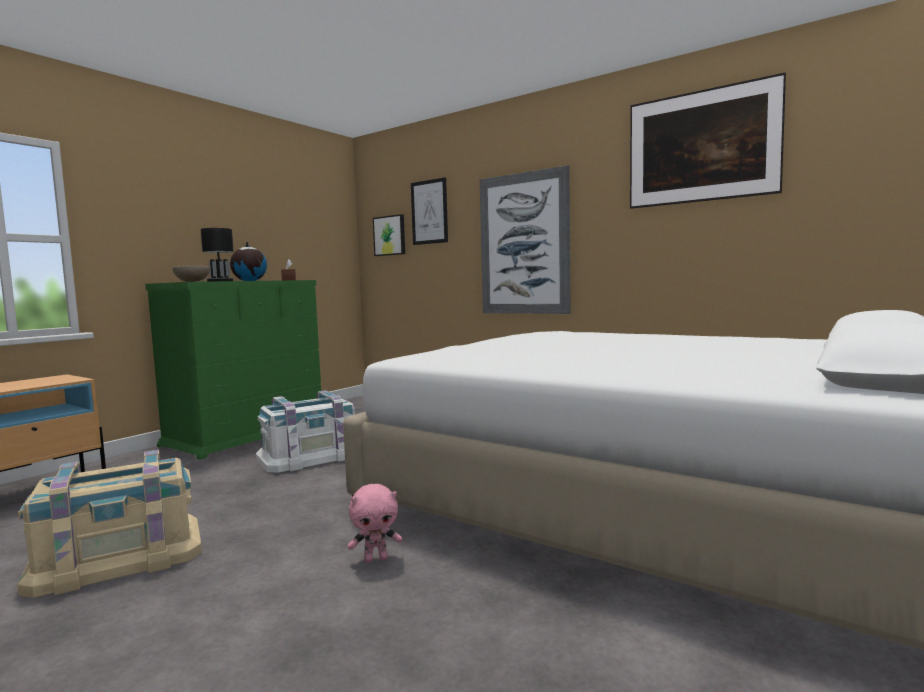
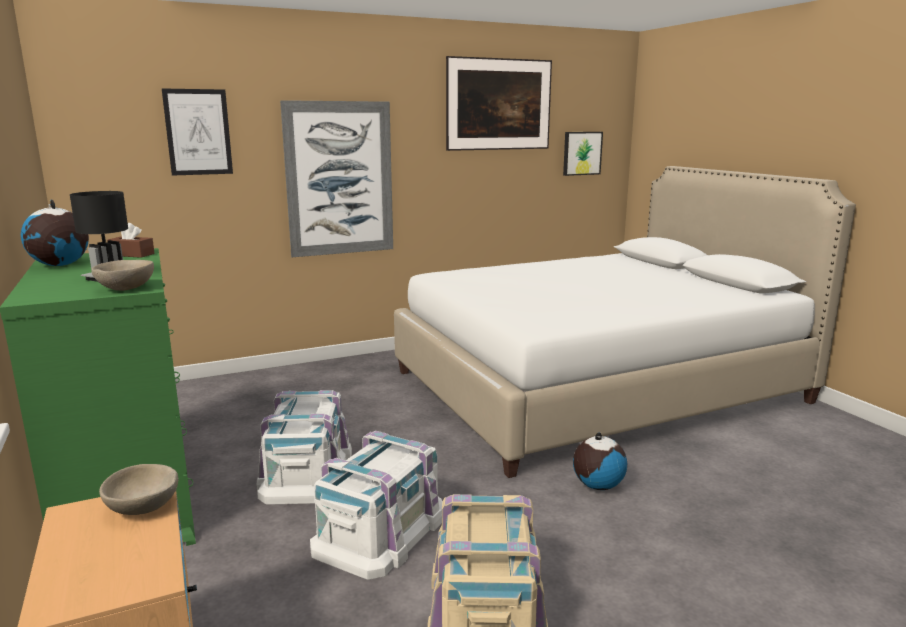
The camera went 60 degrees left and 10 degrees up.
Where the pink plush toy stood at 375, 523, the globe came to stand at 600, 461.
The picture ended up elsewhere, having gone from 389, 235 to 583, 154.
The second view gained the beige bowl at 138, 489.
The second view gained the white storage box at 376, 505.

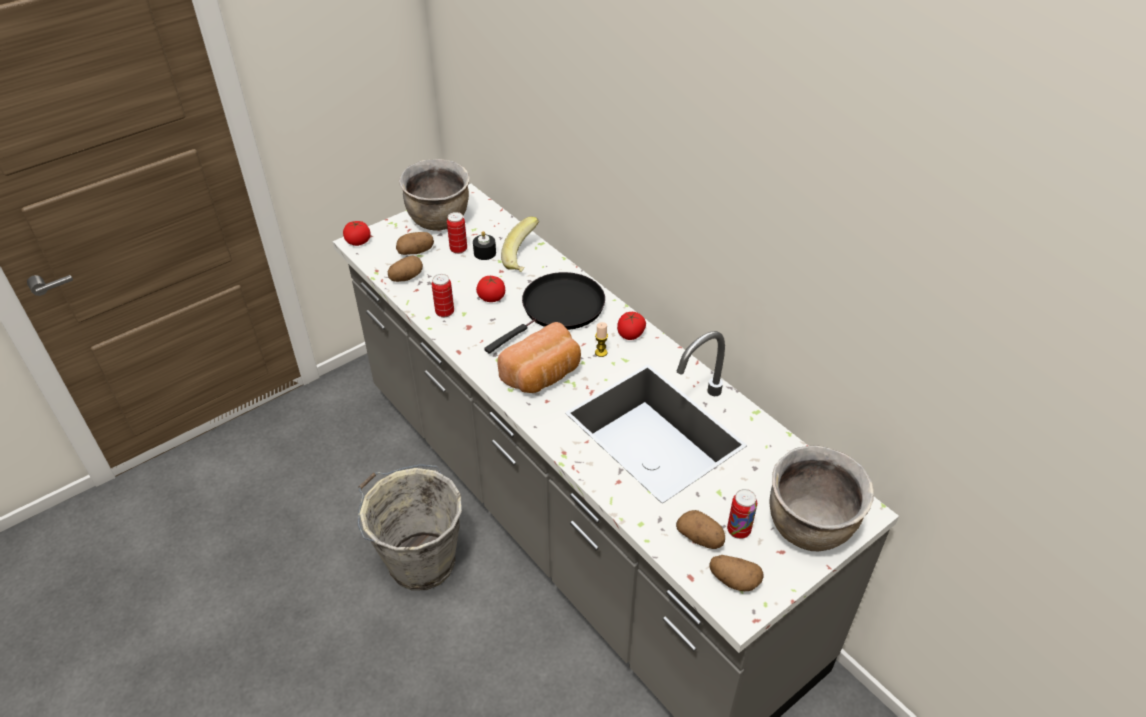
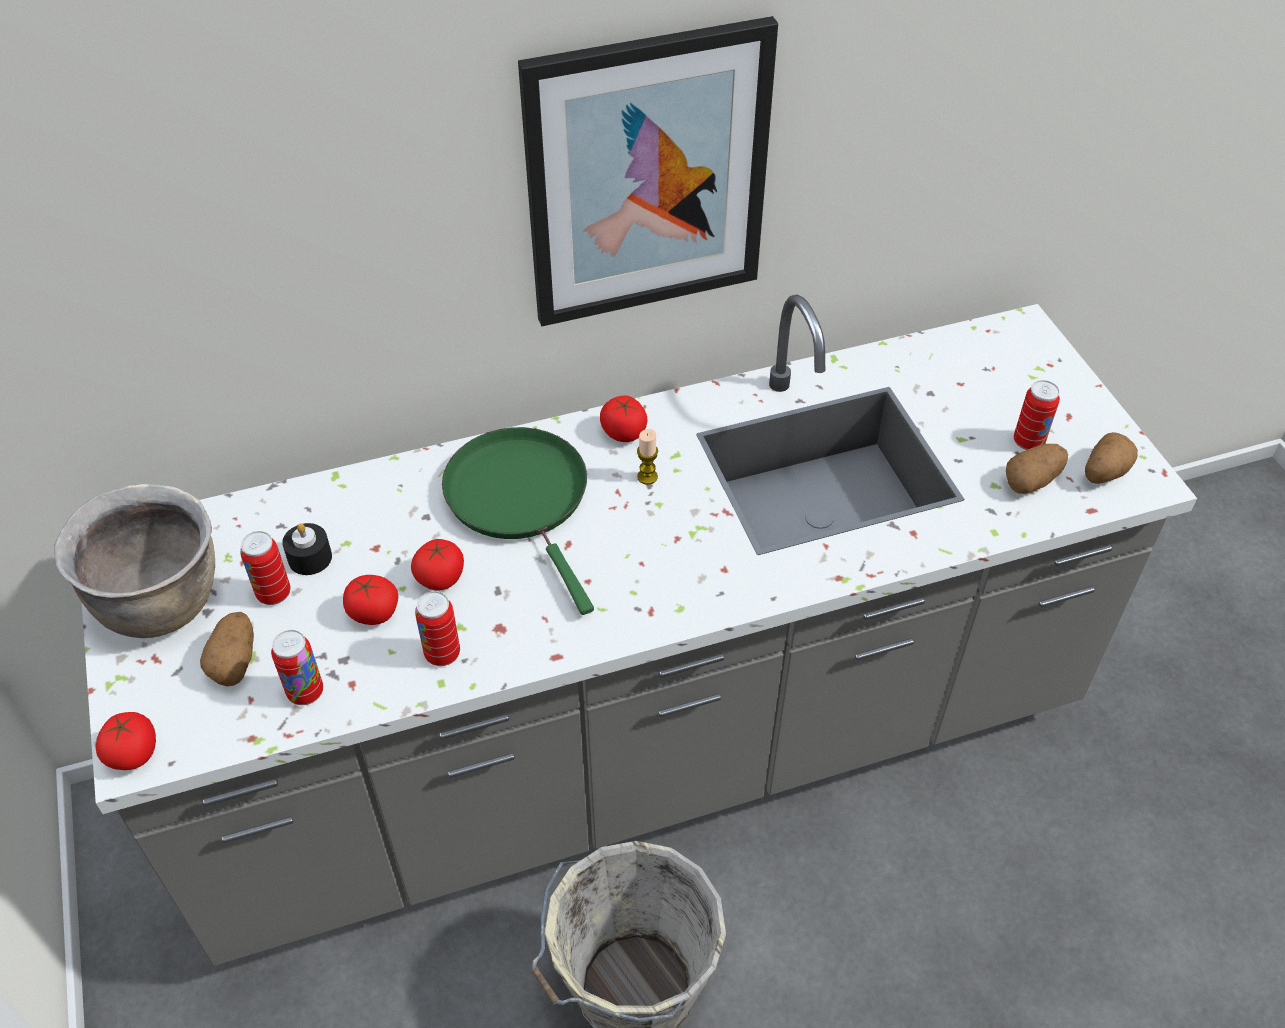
The camera went 70 degrees left and 5 degrees up.
Where the potato stood at 405, 268, the can came to stand at 297, 667.
What was the black frying pan at 544, 313 turned into the green frying pan at 518, 521.
The second view lost the bread at 539, 357.
The second view lost the banana at 520, 244.
The second view lost the brown cooking pot at 821, 498.
The second view gained the tomato at 370, 600.
The second view gained the picture at 648, 171.

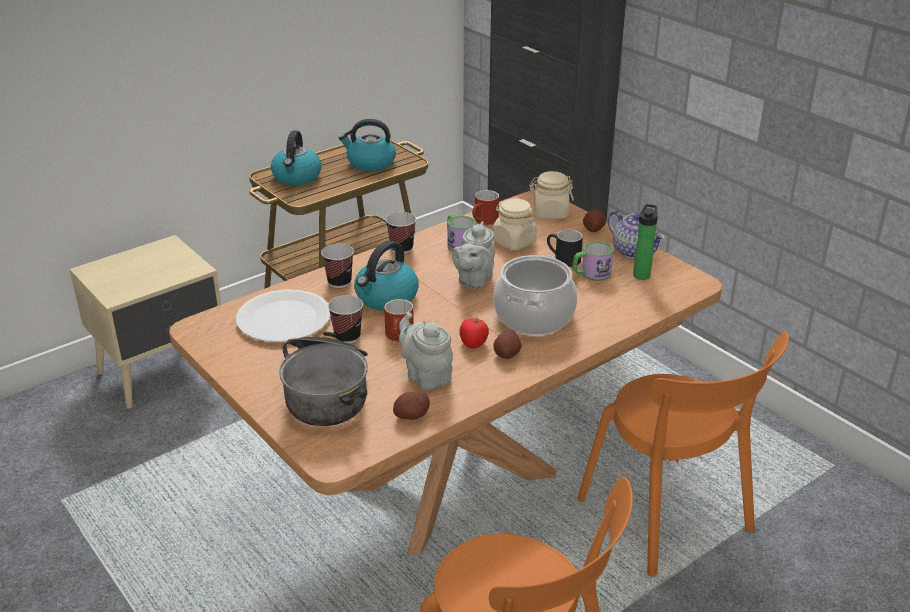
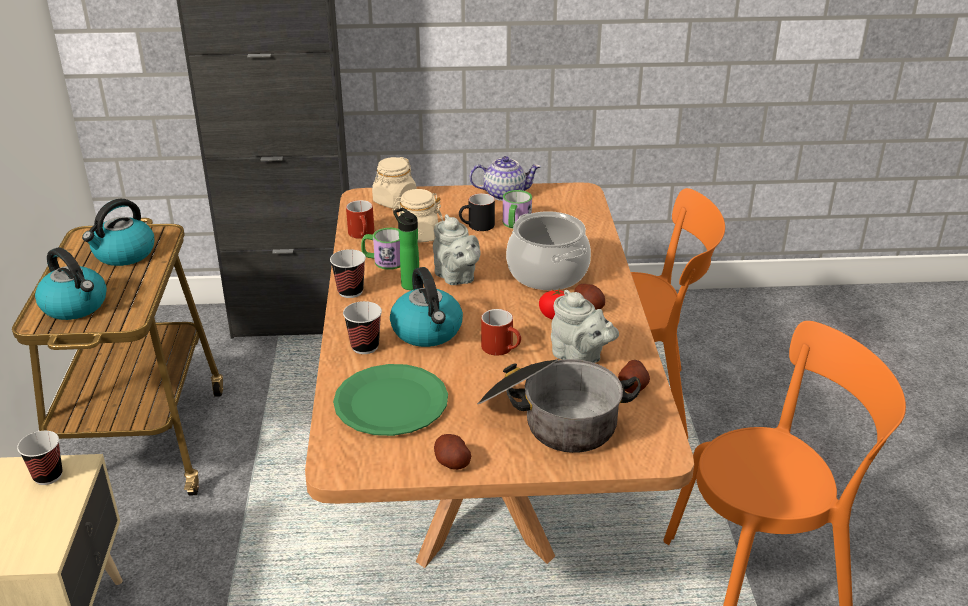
The camera went 55 degrees left and 0 degrees up.
What was the white plate at 283, 315 turned into the green plate at 390, 400.
The cup ended up elsewhere, having gone from 345, 319 to 40, 458.
The grey teapot at 426, 351 ended up facing another way, 135 degrees counterclockwise from before.
The potato ended up elsewhere, having gone from 594, 220 to 452, 452.
The bottle ended up elsewhere, having gone from 645, 242 to 406, 249.

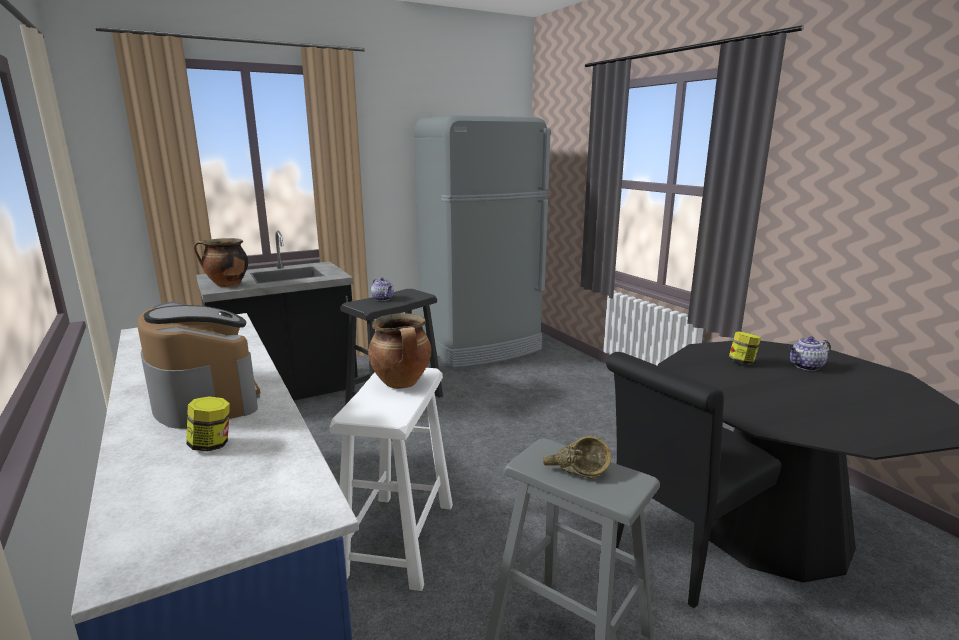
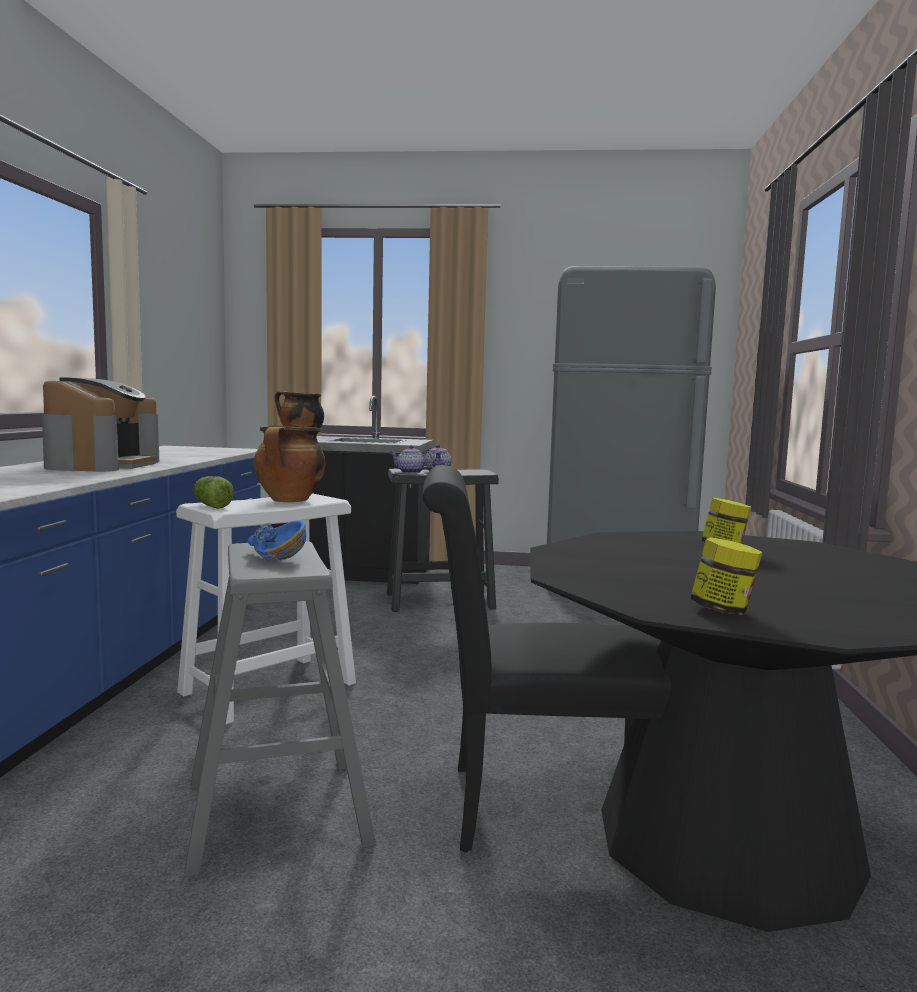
The camera went 35 degrees right and 10 degrees down.
The jar ended up elsewhere, having gone from 208, 424 to 726, 576.
What was the brown bowl at 577, 457 turned into the blue bowl at 277, 541.
The teapot ended up elsewhere, having gone from 809, 353 to 411, 459.
The second view gained the lettuce at 214, 492.

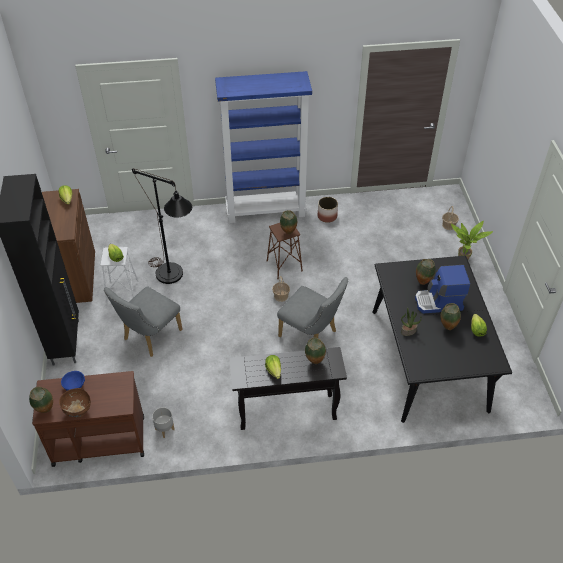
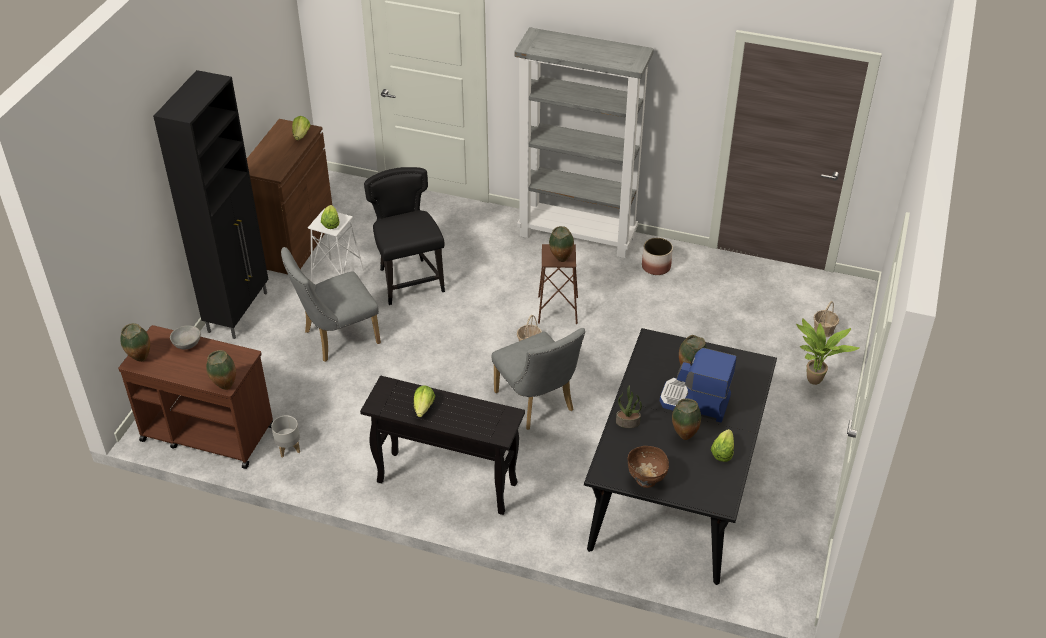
The camera went 25 degrees right and 5 degrees down.
The brown bowl ended up elsewhere, having gone from 75, 403 to 648, 467.
What was the blue bowl at 73, 381 turned into the grey bowl at 185, 337.
Where the black floor lamp stood at 162, 226, the black chair came to stand at 404, 236.
What was the blue bookcase at 263, 147 turned into the grey bookcase at 584, 142.
The vase ended up elsewhere, having gone from 315, 351 to 221, 370.

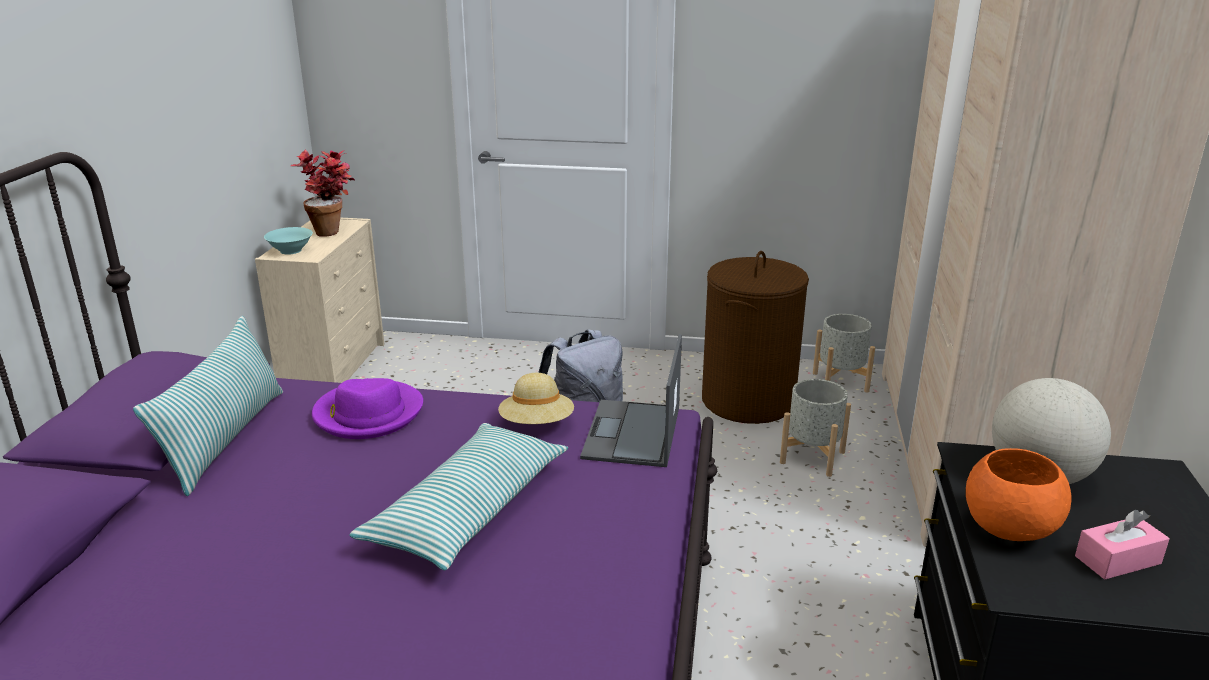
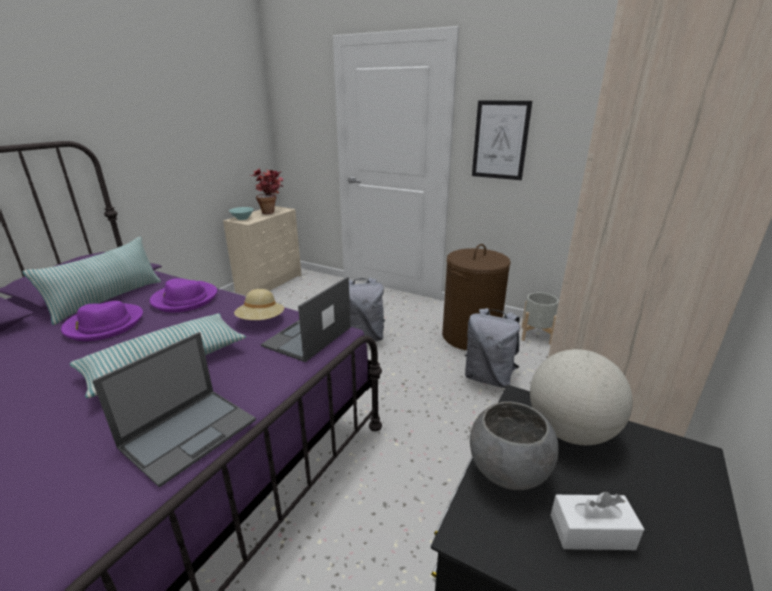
The camera went 20 degrees right and 0 degrees up.
Where the grey planter stood at 815, 428, the grey backpack came to stand at 492, 348.
What was the orange bowl at 1019, 494 turned into the grey bowl at 514, 446.
What was the pink tissue box at 1122, 545 turned into the white tissue box at 597, 521.
The second view gained the purple hat at 102, 321.
The second view gained the laptop at 174, 410.
The second view gained the picture at 502, 140.

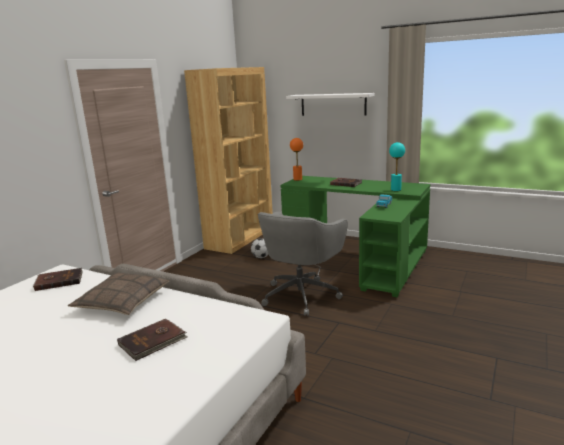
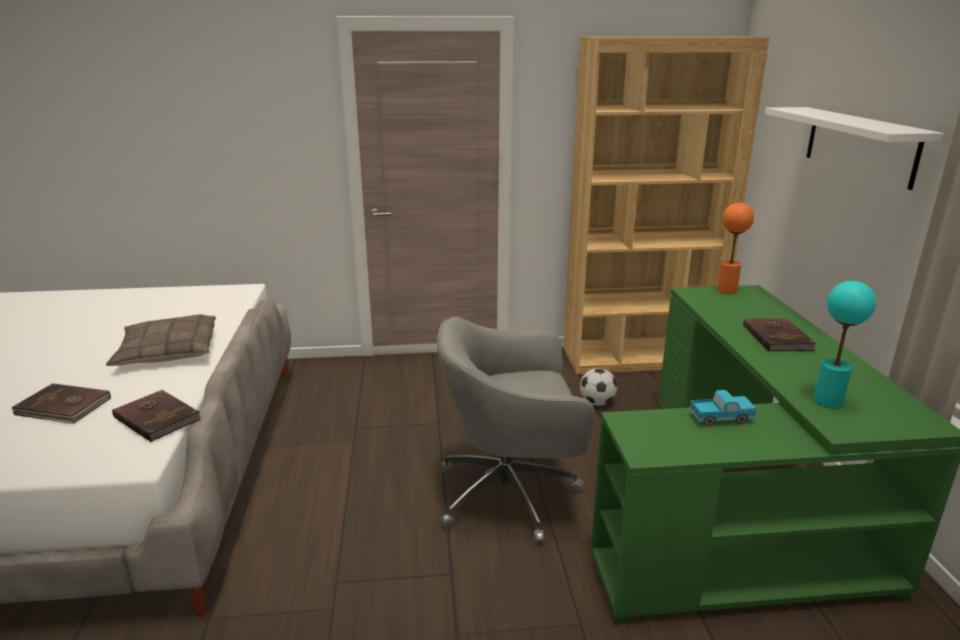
The camera went 55 degrees right and 5 degrees up.
The brown book ended up elsewhere, having gone from 58, 279 to 156, 416.

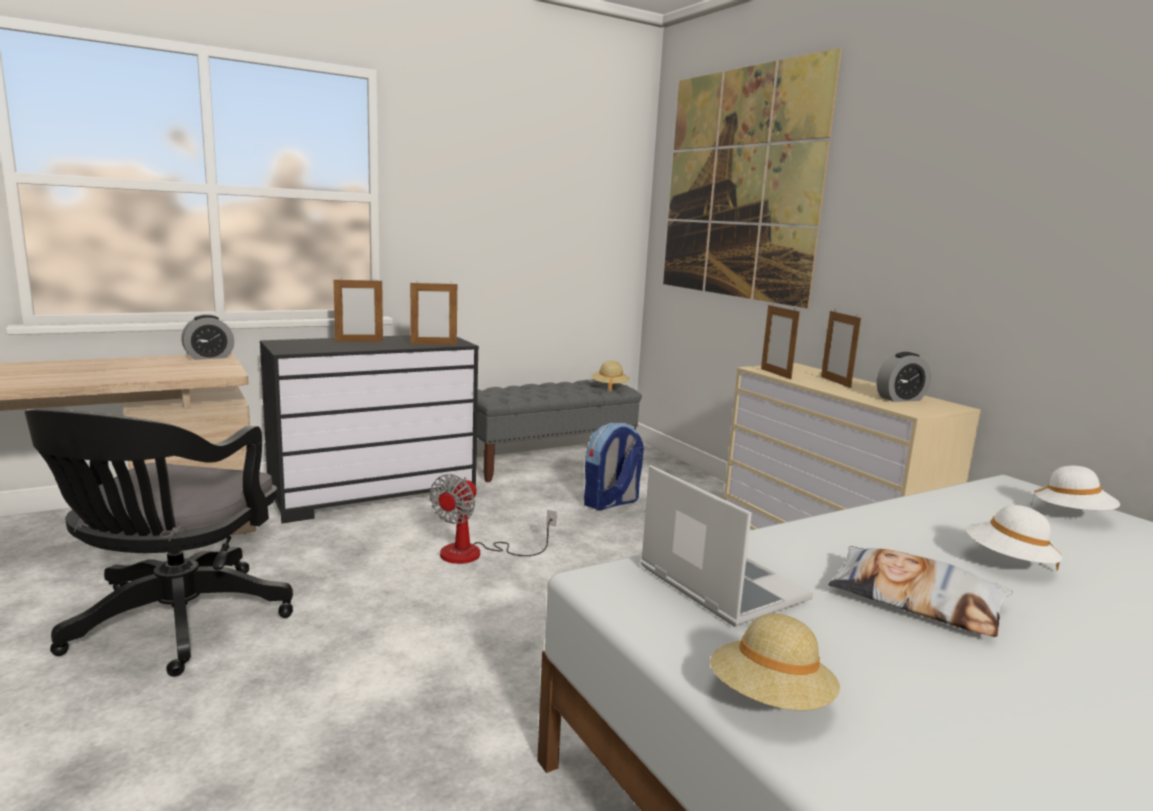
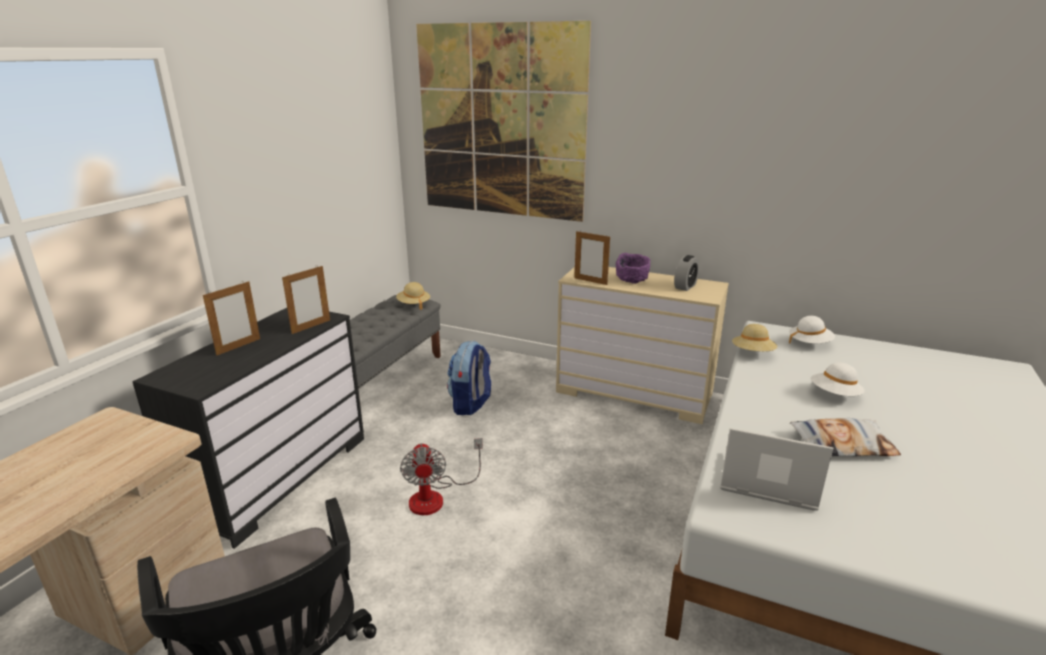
The camera went 35 degrees left and 10 degrees up.
The second view lost the alarm clock at 207, 337.
The beige hat ended up elsewhere, having gone from 775, 662 to 754, 337.
Where the picture frame stood at 841, 349, the purple bowl came to stand at 633, 268.

